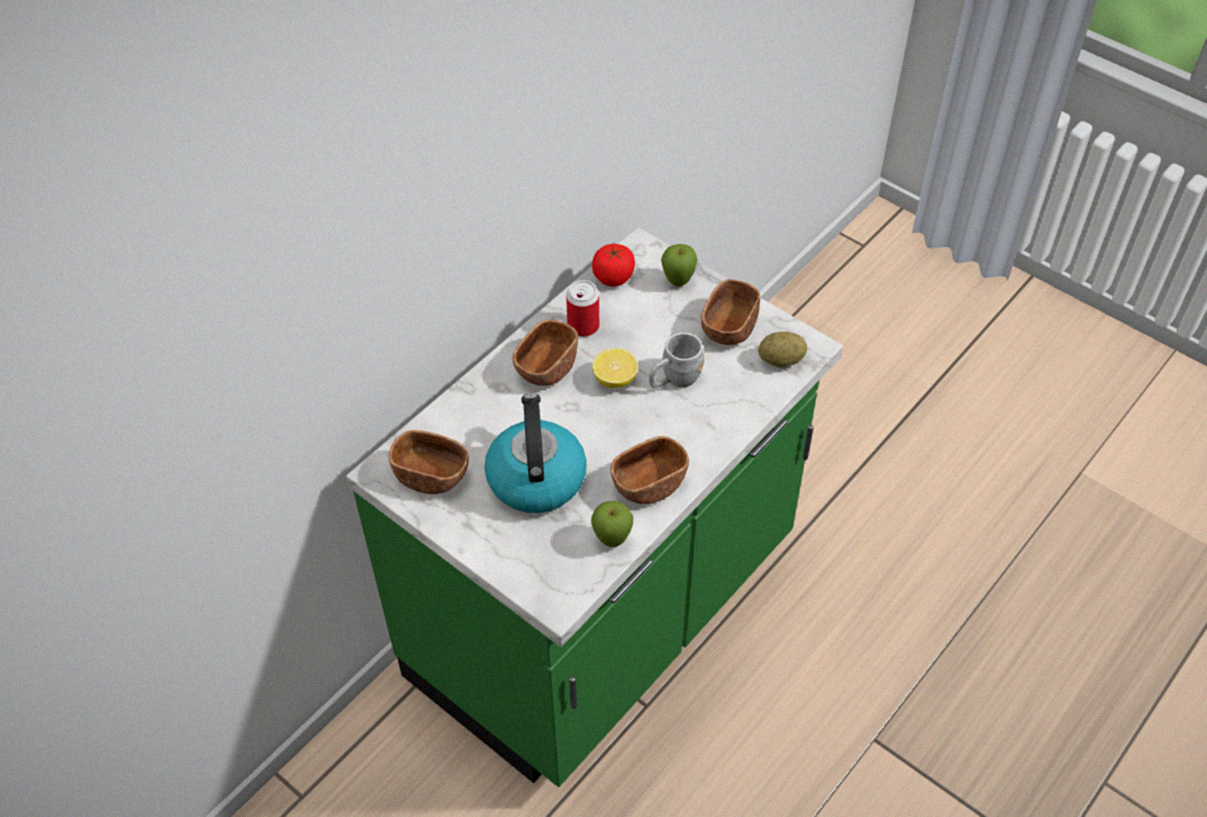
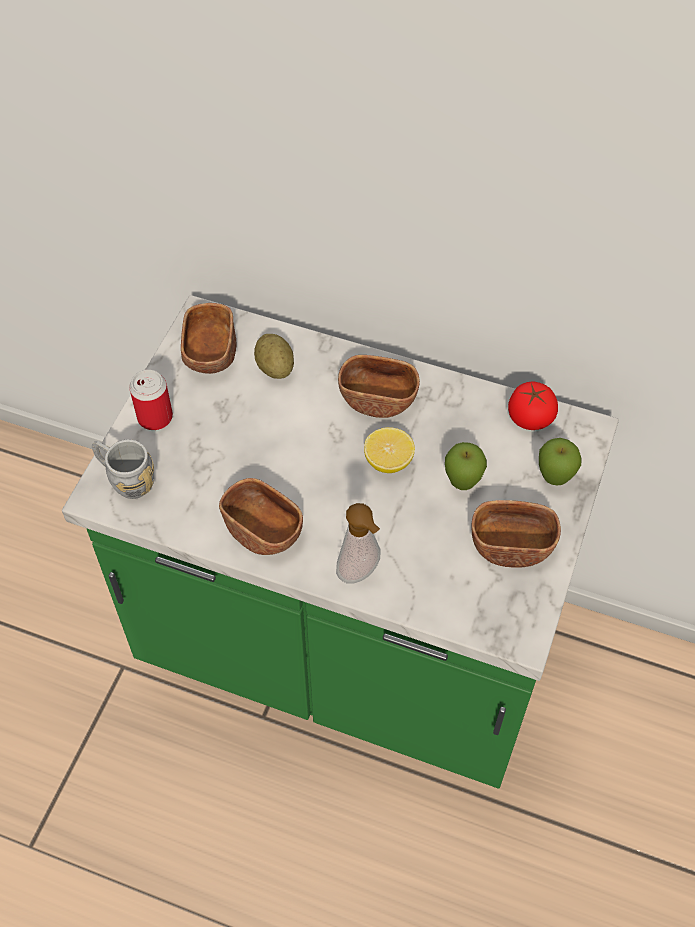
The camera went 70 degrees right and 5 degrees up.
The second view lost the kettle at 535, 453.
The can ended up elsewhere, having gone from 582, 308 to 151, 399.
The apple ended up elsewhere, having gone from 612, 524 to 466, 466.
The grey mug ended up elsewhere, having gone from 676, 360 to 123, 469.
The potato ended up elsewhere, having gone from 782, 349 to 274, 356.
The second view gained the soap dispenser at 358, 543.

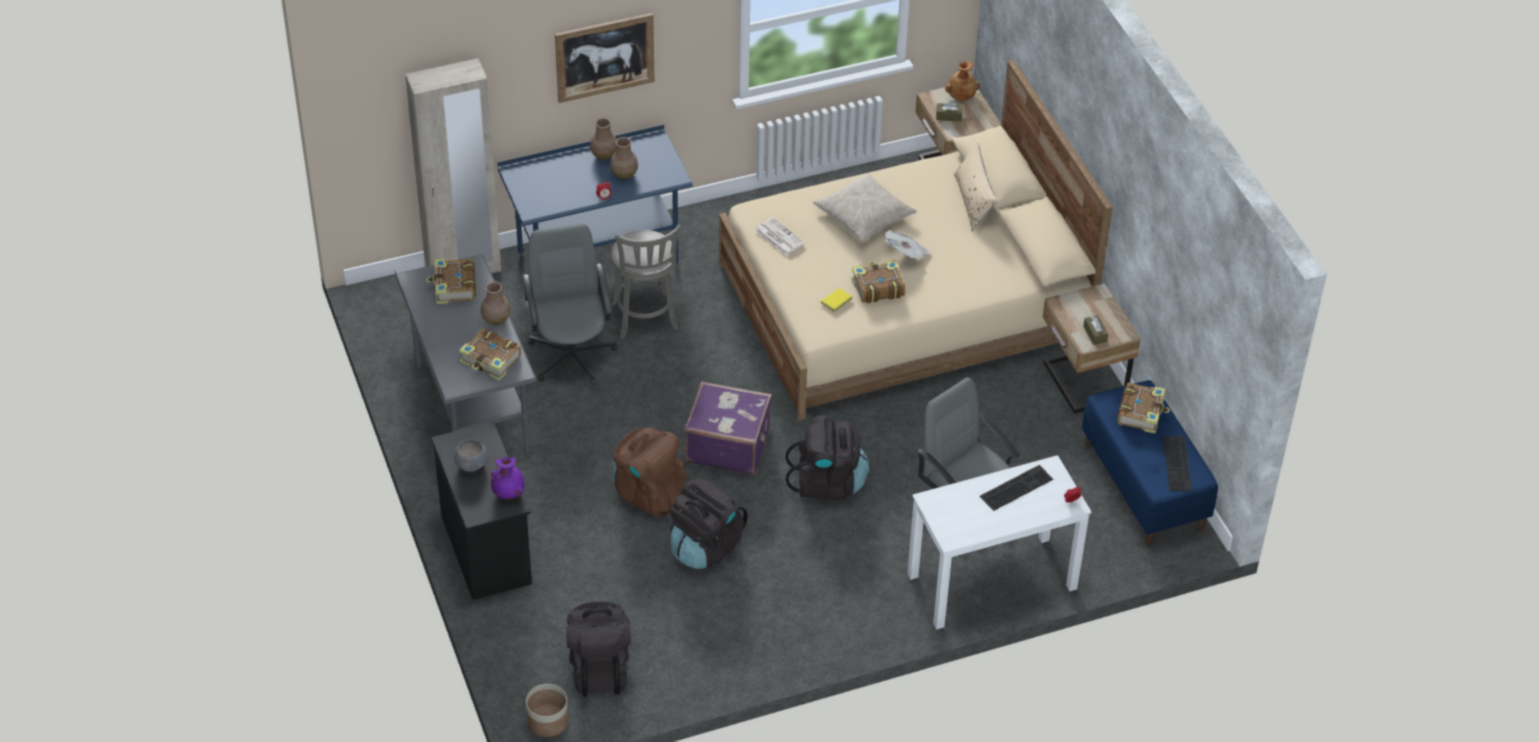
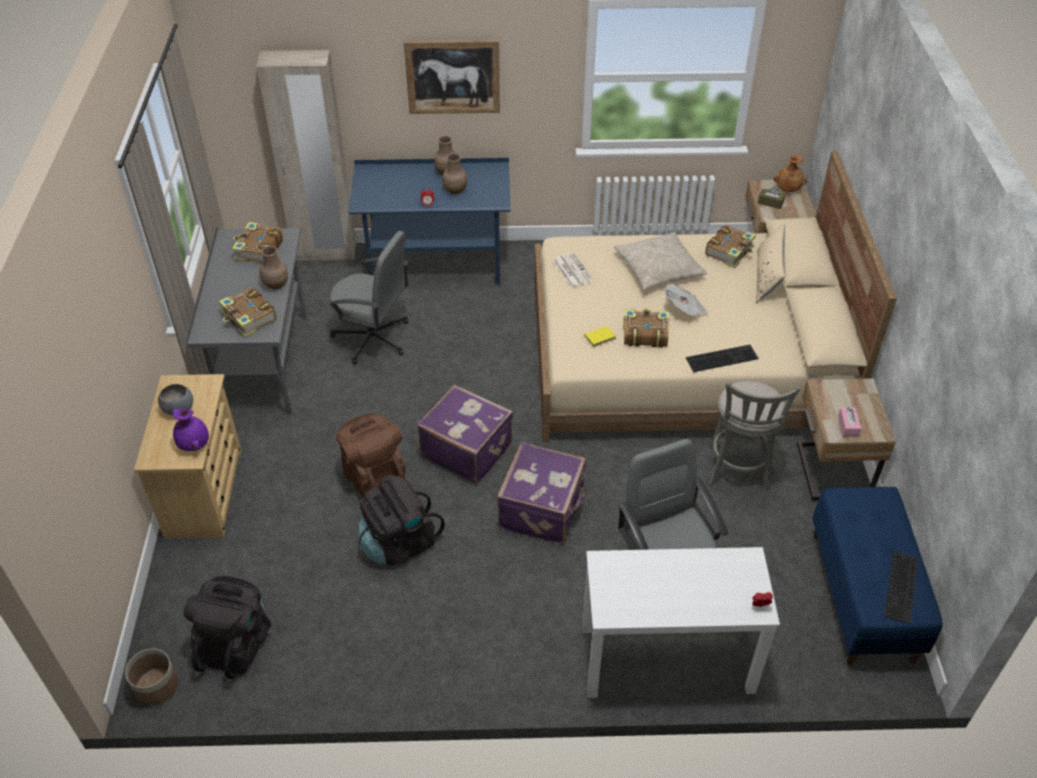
The camera went 20 degrees right and 0 degrees up.
What was the black dresser at 481, 511 turned into the beige dresser at 187, 456.
The grey office chair at 569, 304 ended up facing another way, 105 degrees clockwise from before.
The grey stool ended up elsewhere, having gone from 646, 282 to 754, 435.
Where the black backpack stood at 827, 457, the purple suitcase came to stand at 541, 493.
The keyboard ended up elsewhere, having gone from 1016, 488 to 722, 358.
What was the brown tissue box at 1095, 330 turned into the pink tissue box at 849, 422.
The book ended up elsewhere, having gone from 1143, 408 to 730, 246.

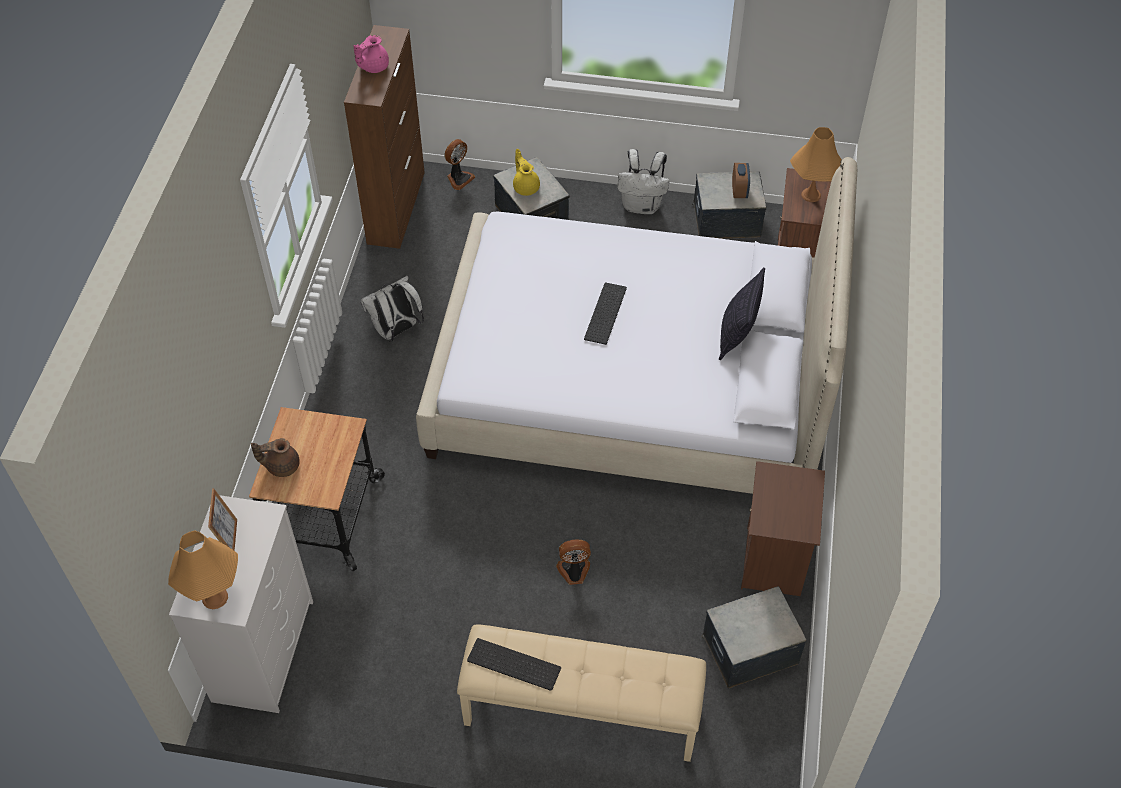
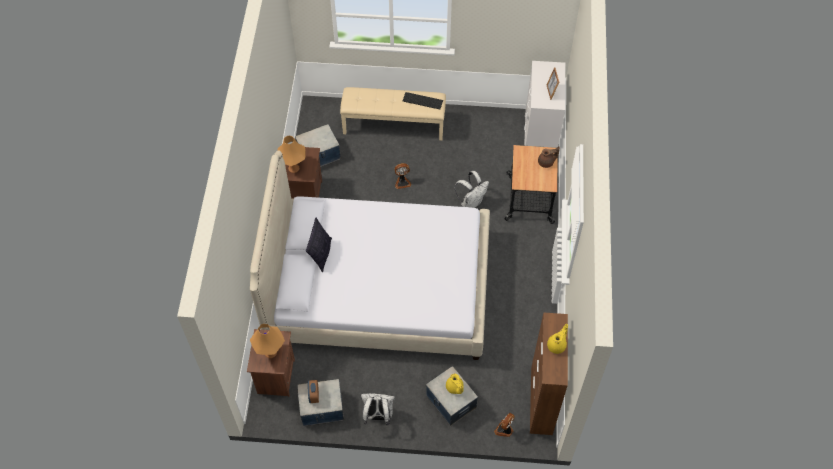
The camera went 175 degrees right and 5 degrees up.
The orange table lamp ended up elsewhere, having gone from 203, 570 to 291, 154.
What was the pink teapot at 371, 54 turned into the yellow teapot at 557, 339.
The white backpack ended up elsewhere, having gone from 392, 308 to 472, 189.
The second view lost the keyboard at 605, 313.

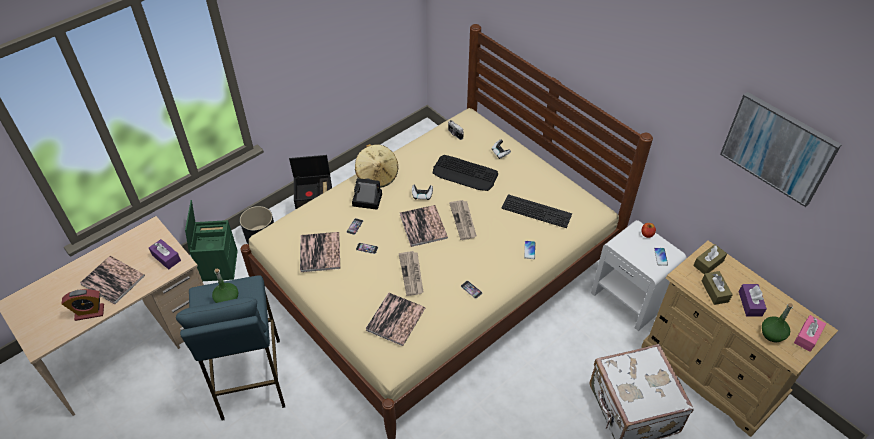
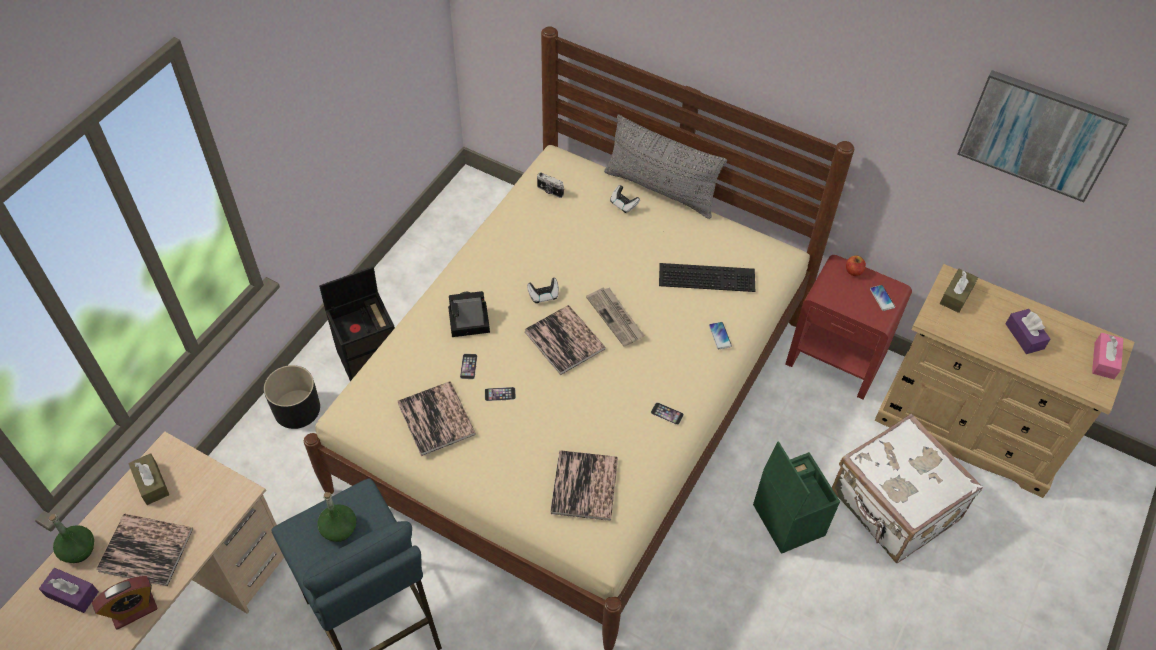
The camera went 20 degrees left and 5 degrees up.
The purple tissue box ended up elsewhere, having gone from 165, 254 to 69, 590.
The green storage box ended up elsewhere, having gone from 211, 240 to 796, 497.
The second view lost the beige hat at 376, 166.
The second view lost the newspaper at 411, 273.
The second view lost the keyboard at 465, 173.
What was the white nightstand at 639, 275 turned into the red nightstand at 849, 327.
The brown tissue box ended up elsewhere, having gone from 717, 288 to 148, 479.
The green bottle ended up elsewhere, having gone from 777, 323 to 71, 538.
The second view gained the grey pillow at 665, 166.

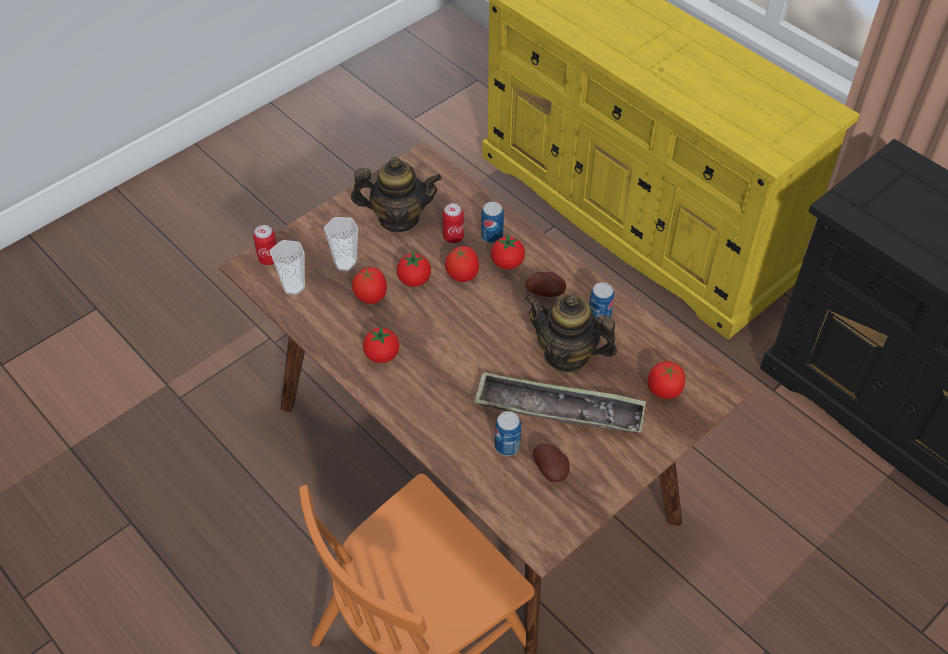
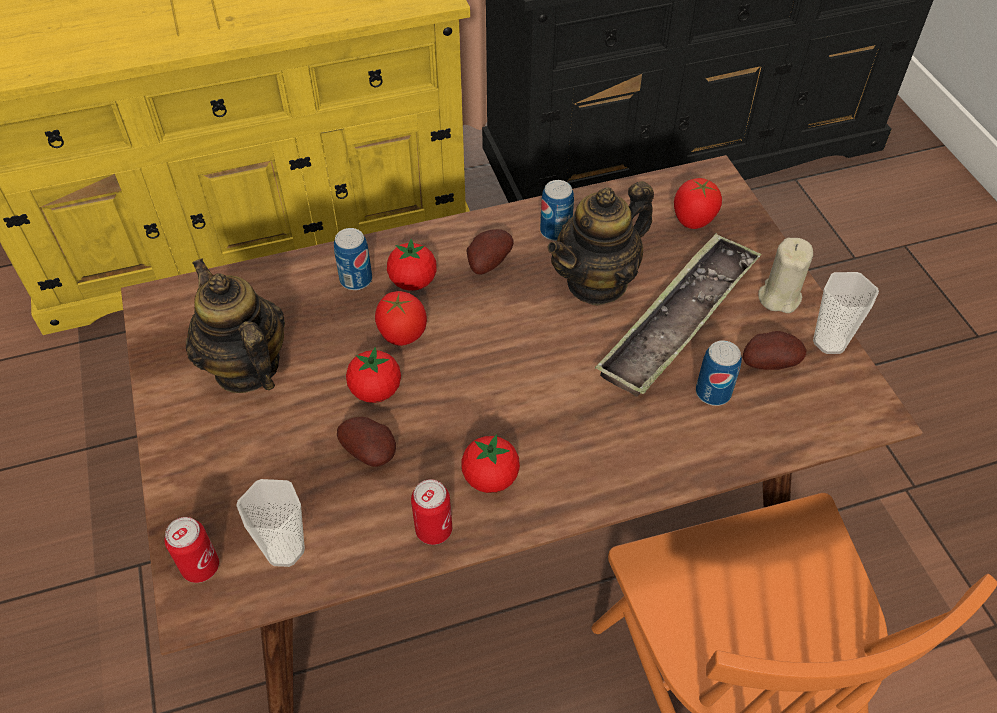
The camera went 65 degrees left and 0 degrees up.
The cup ended up elsewhere, having gone from 341, 244 to 846, 313.
The teapot at 396, 194 ended up facing another way, 60 degrees counterclockwise from before.
Where the tomato stood at 369, 285, the potato came to stand at 366, 442.
The can ended up elsewhere, having gone from 453, 223 to 431, 512.
The second view gained the beige candle at 785, 275.

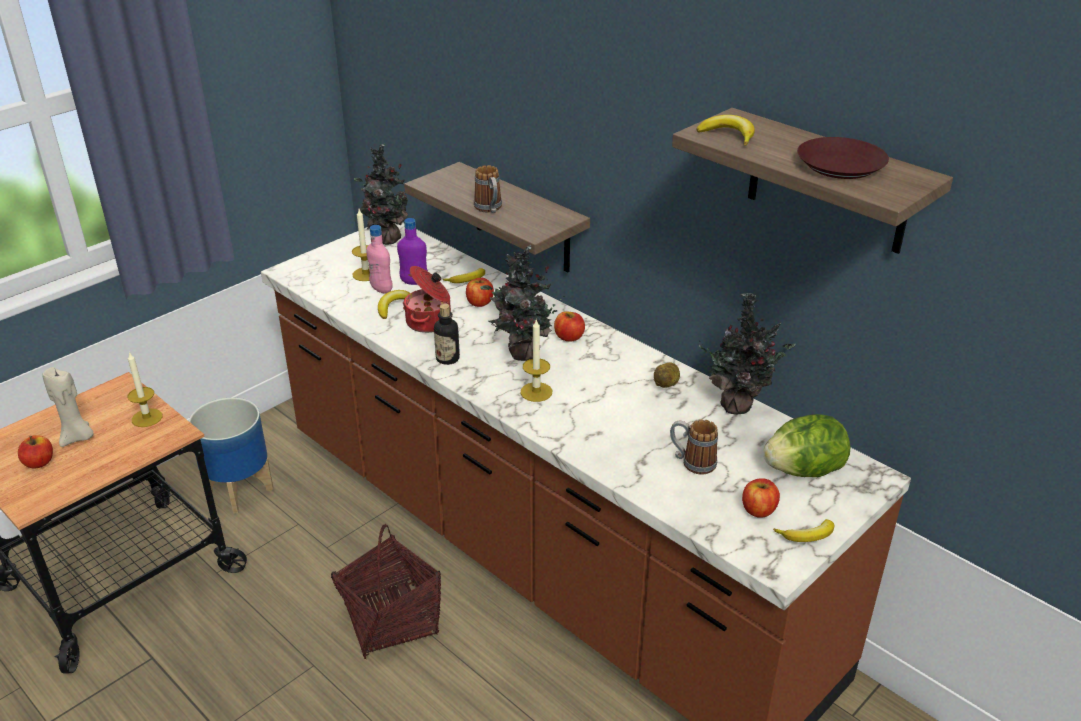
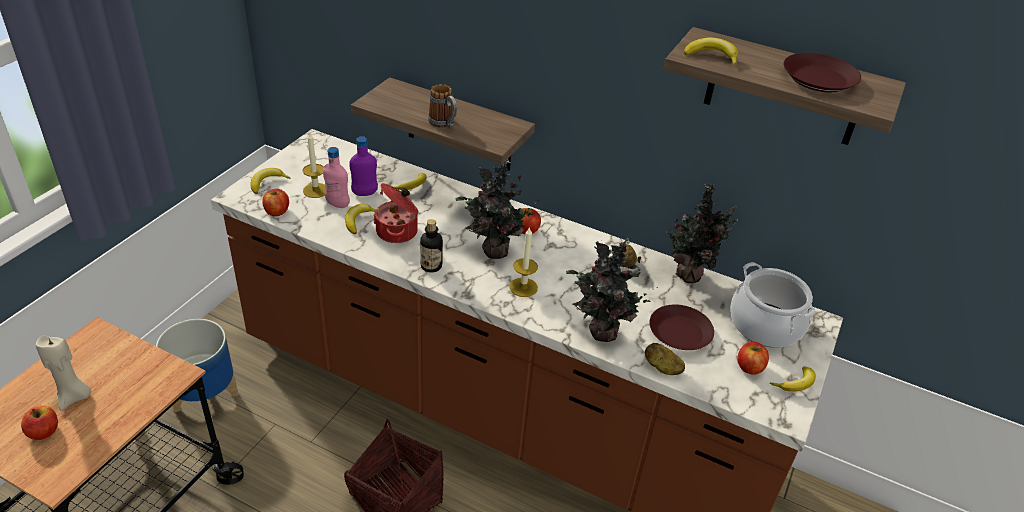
The camera went 20 degrees left and 5 degrees up.
The second view lost the candle at 145, 389.
The potted plant ended up elsewhere, having gone from 381, 194 to 611, 290.
The apple ended up elsewhere, having gone from 480, 292 to 275, 202.
Where the mug stood at 694, 446, the brown plate came to stand at 681, 327.
Where the lettuce stood at 806, 445, the cooking pot came to stand at 773, 305.
The second view gained the banana at 270, 181.
The second view gained the potato at 665, 359.

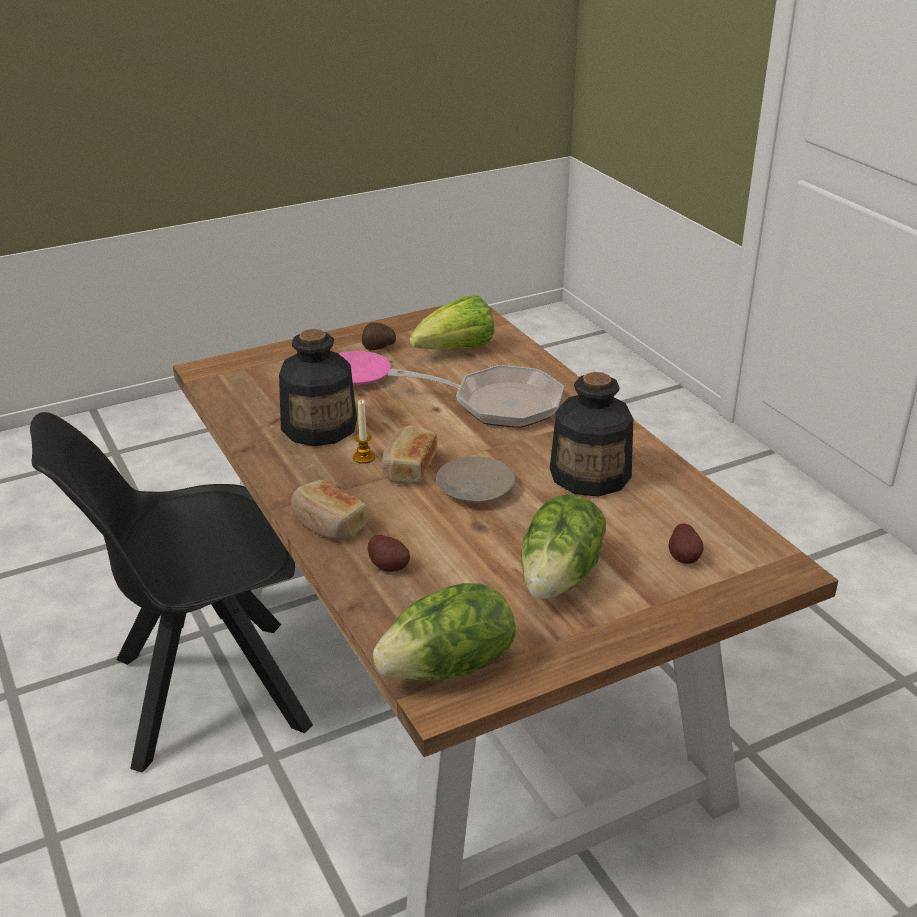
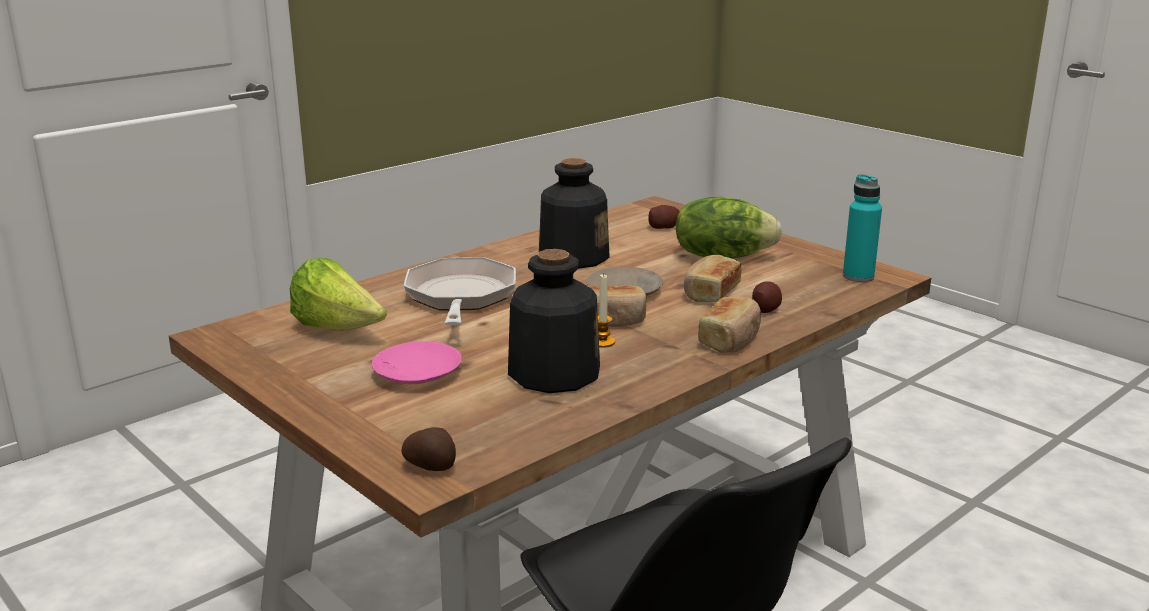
The camera went 105 degrees left and 10 degrees down.
The potato ended up elsewhere, having gone from 379, 336 to 428, 449.
Where the lettuce stood at 444, 632, the turquoise bottle came to stand at 862, 228.
The second view gained the bread at 712, 278.

